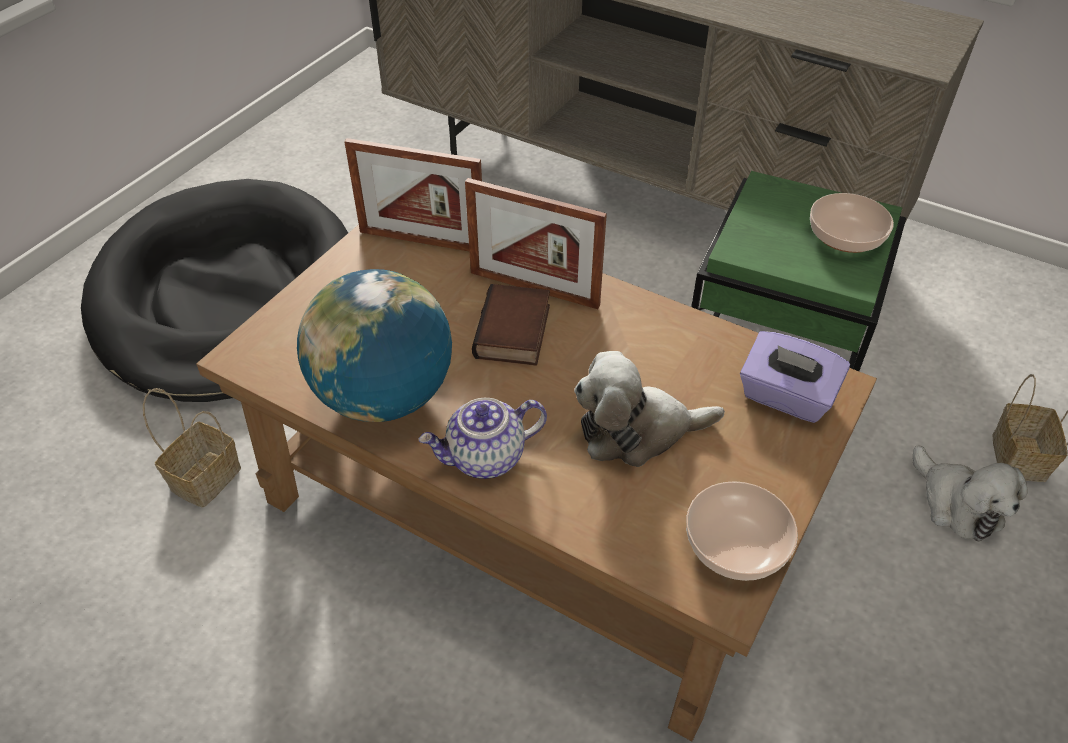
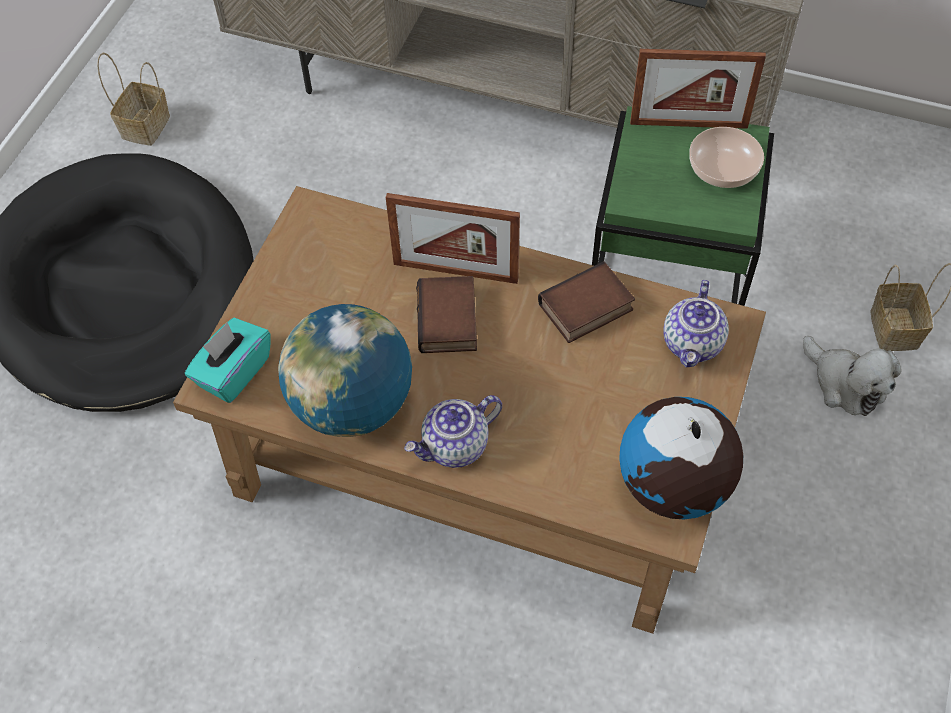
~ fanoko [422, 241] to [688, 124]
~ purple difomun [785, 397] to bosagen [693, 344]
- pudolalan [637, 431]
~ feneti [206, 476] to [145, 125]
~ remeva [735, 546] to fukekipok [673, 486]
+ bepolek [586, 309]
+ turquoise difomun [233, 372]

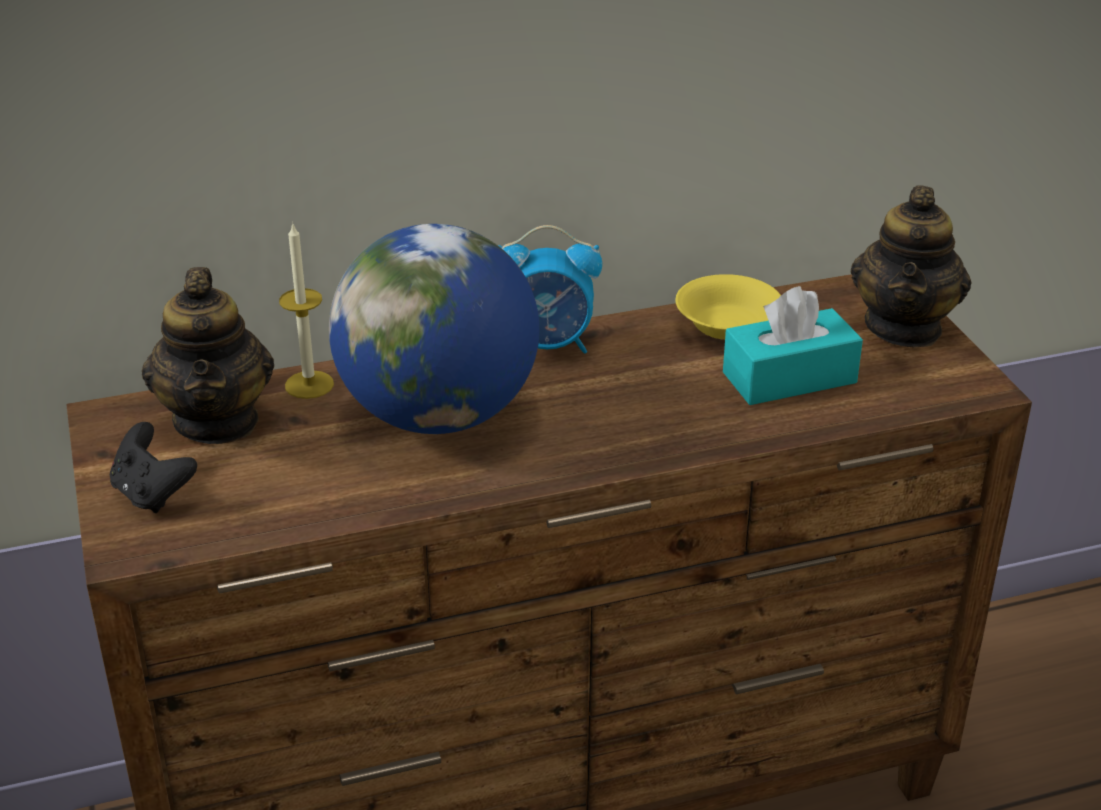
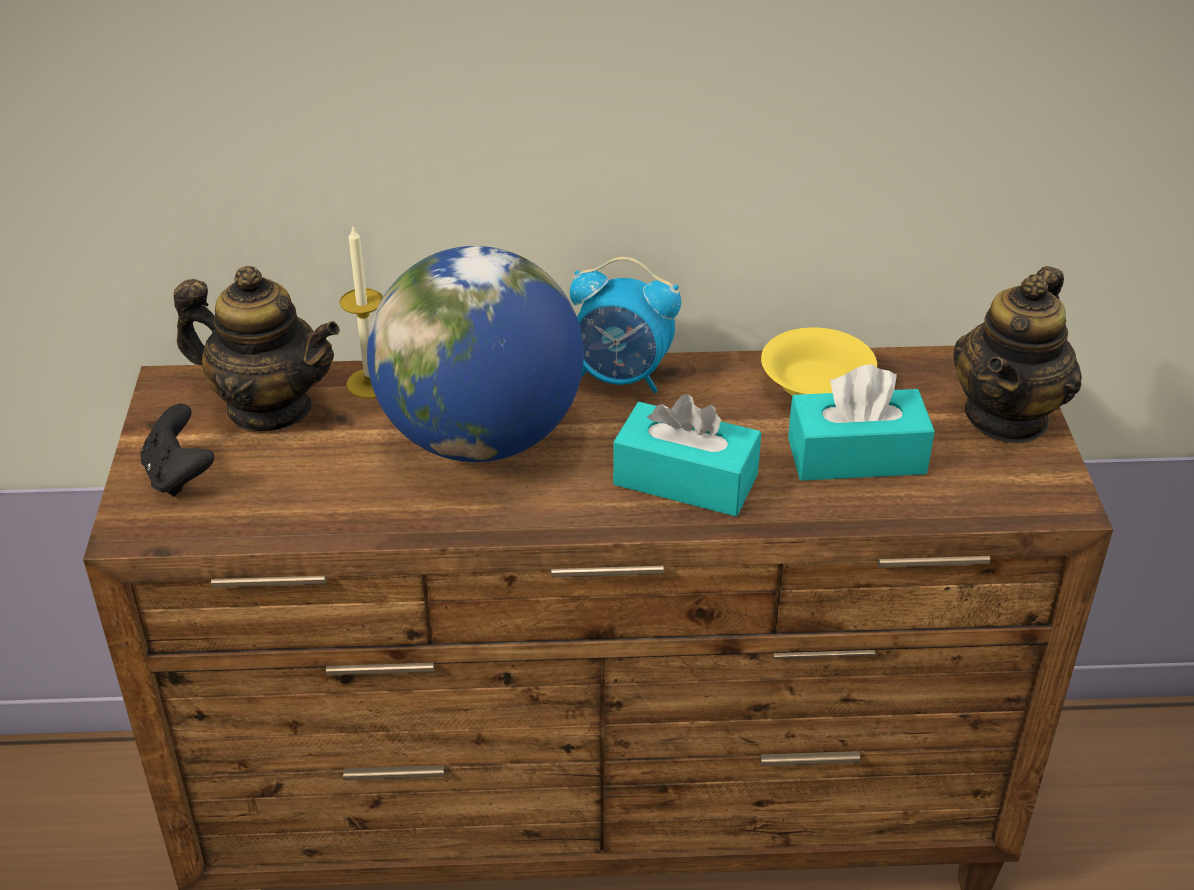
~ bosagen [217, 421] = [269, 408] 75 degrees counterclockwise
+ turquoise difomun [685, 480]

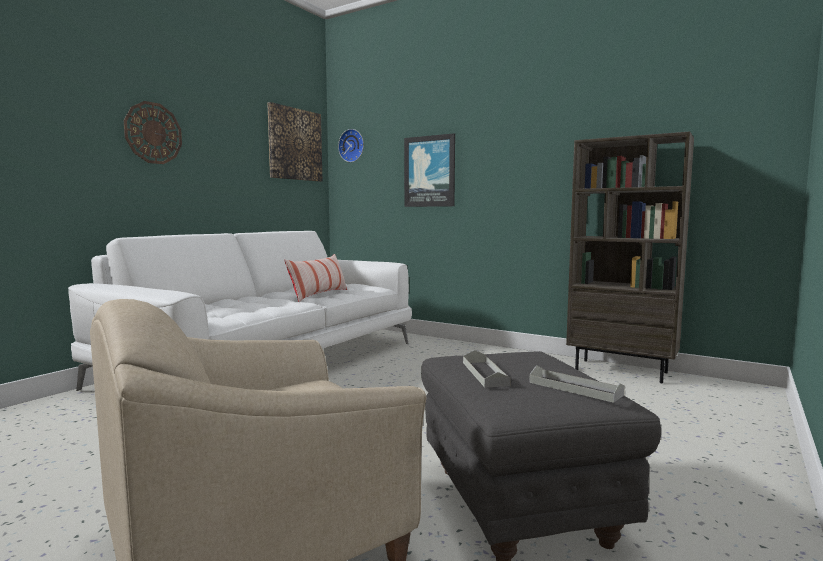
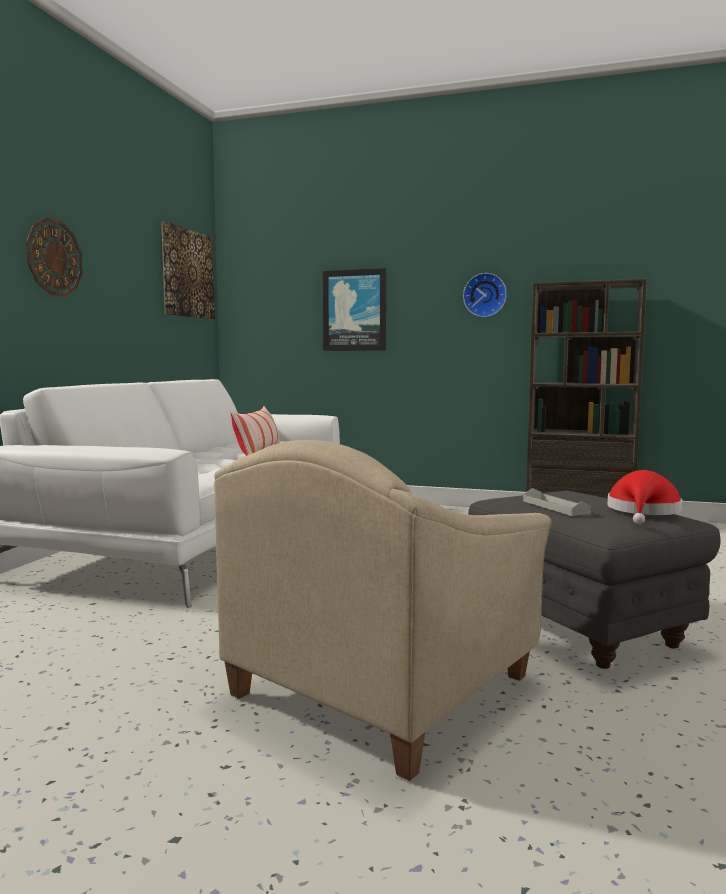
~ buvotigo [352, 146] to [485, 295]
~ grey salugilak [575, 388] to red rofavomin [643, 512]

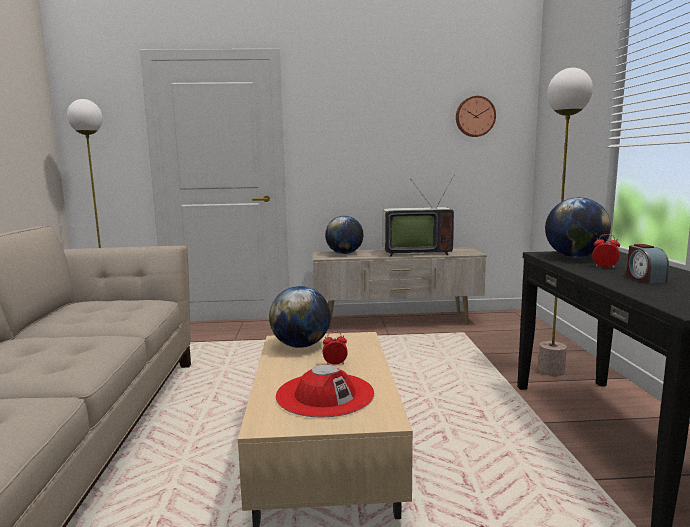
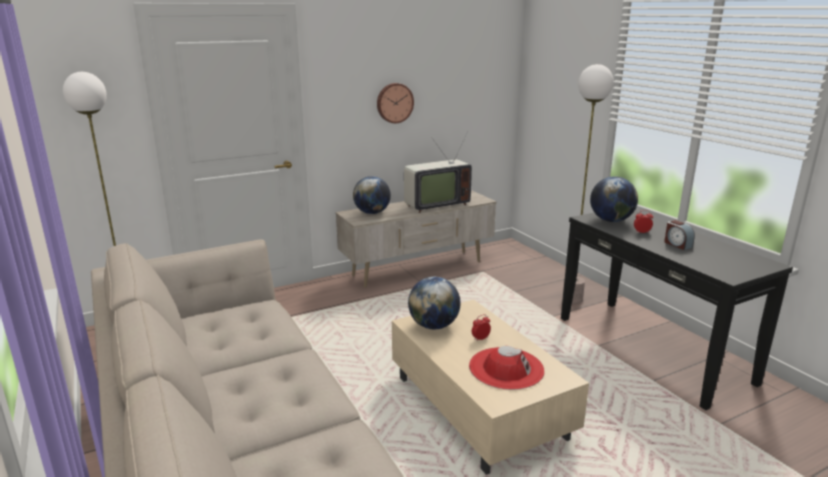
~ buvotigo [475, 116] to [394, 103]

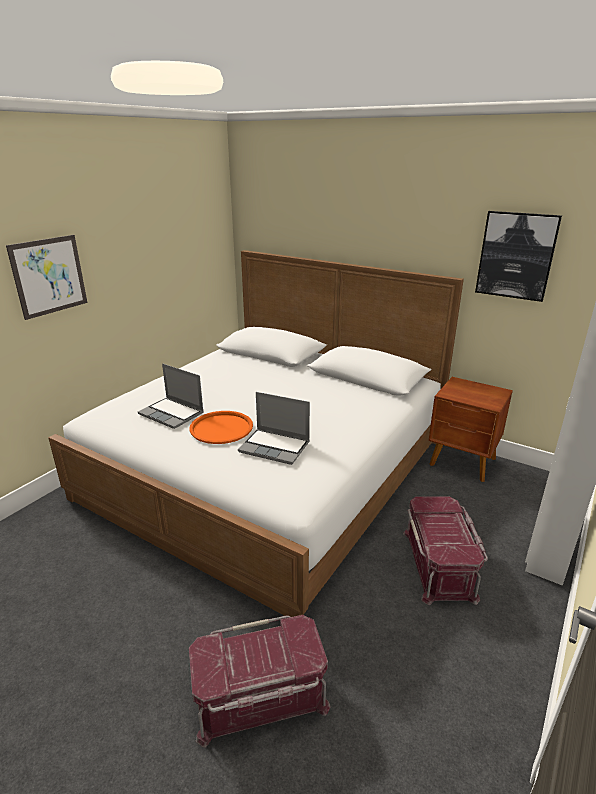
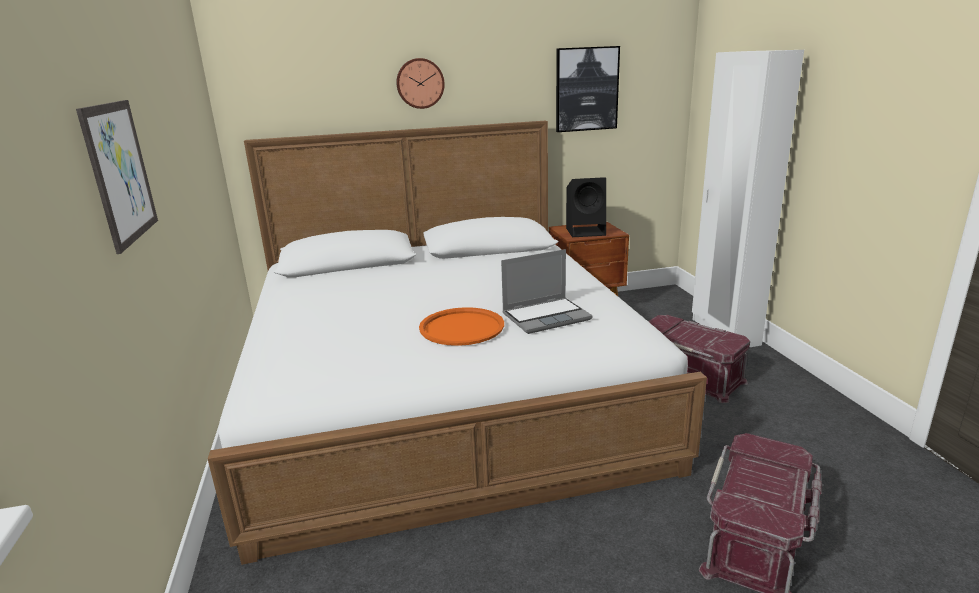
- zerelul [172, 414]
+ buvotigo [420, 83]
+ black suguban [586, 231]

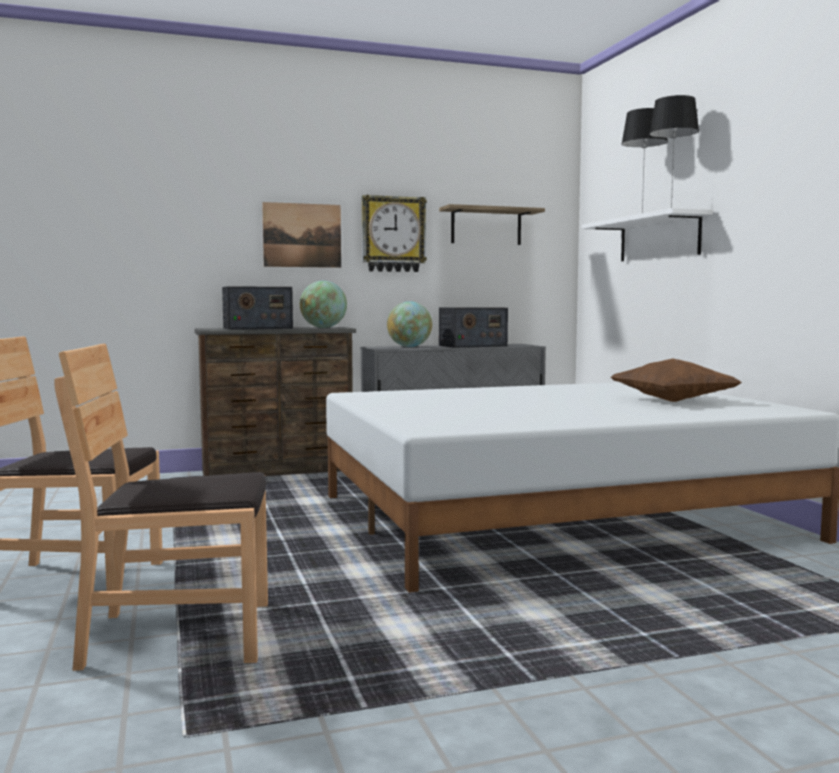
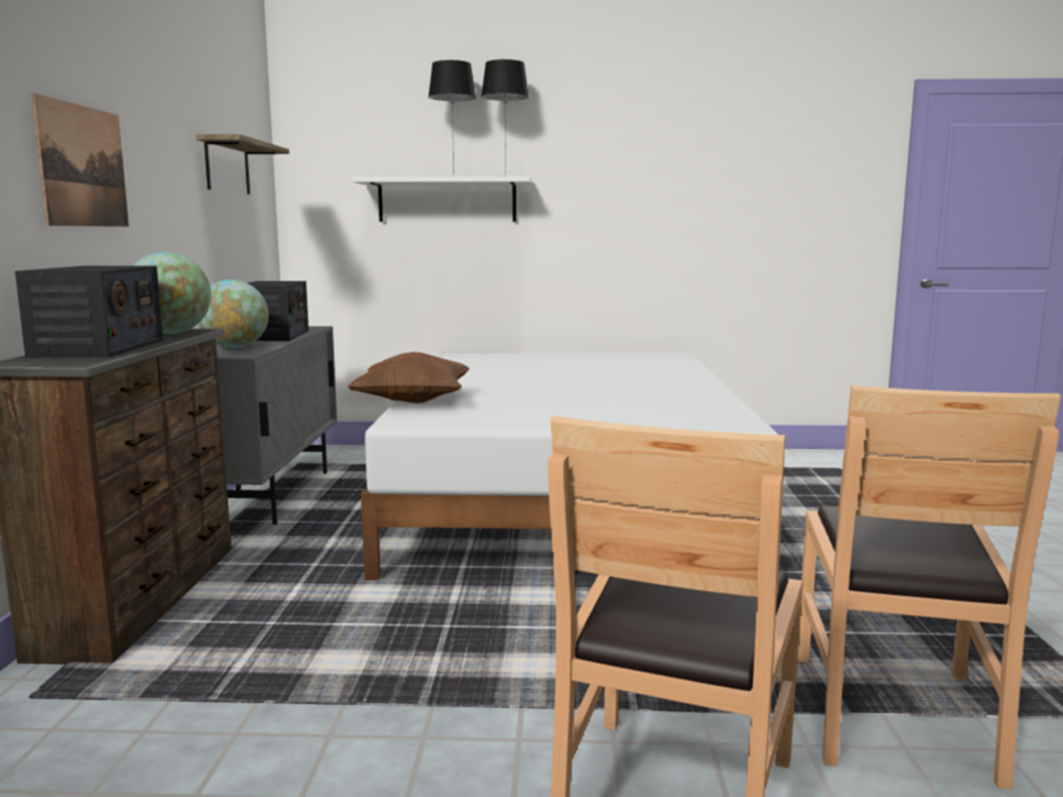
- buvotigo [393, 234]
~ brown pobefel [672, 401] to [412, 402]

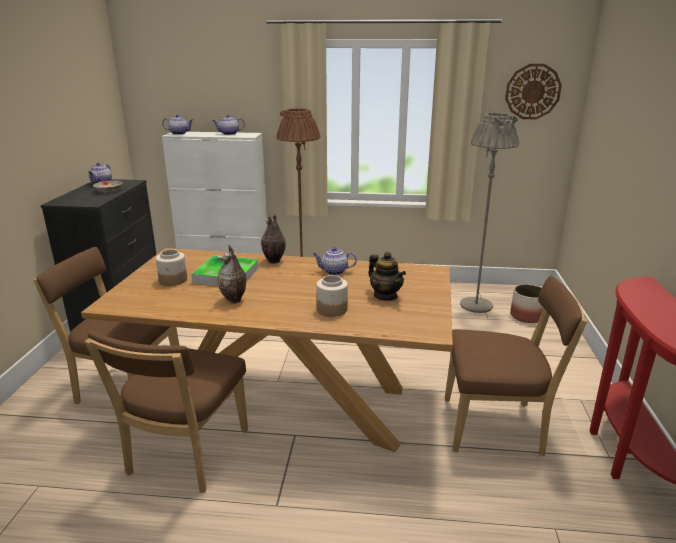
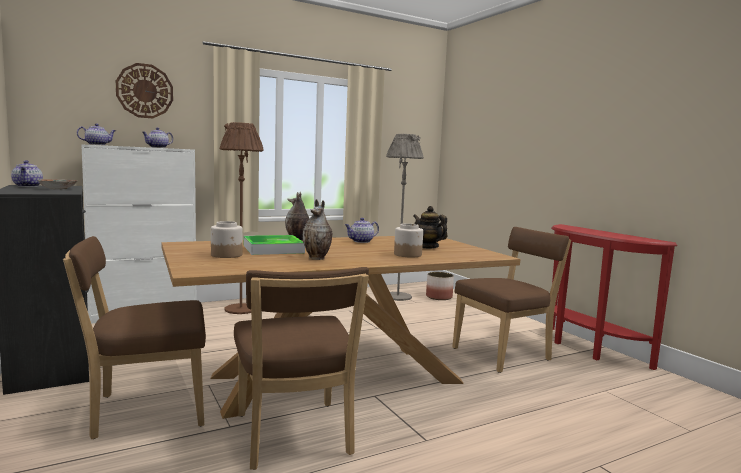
~ buvotigo [532, 91] to [145, 91]
~ bosagen [385, 296] = [428, 247] 150 degrees counterclockwise

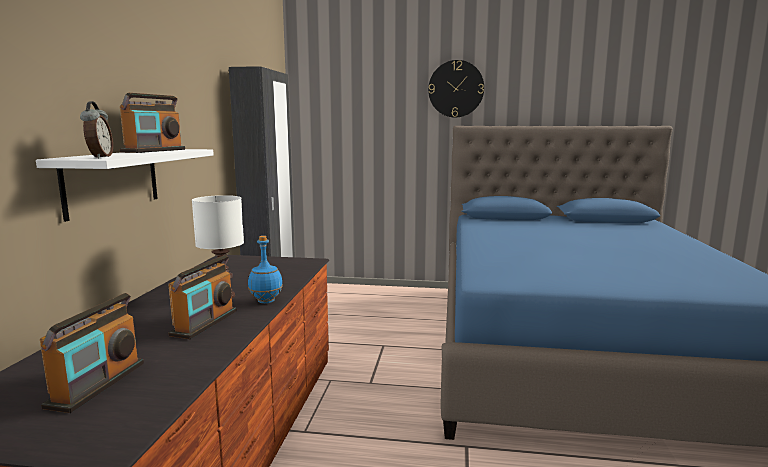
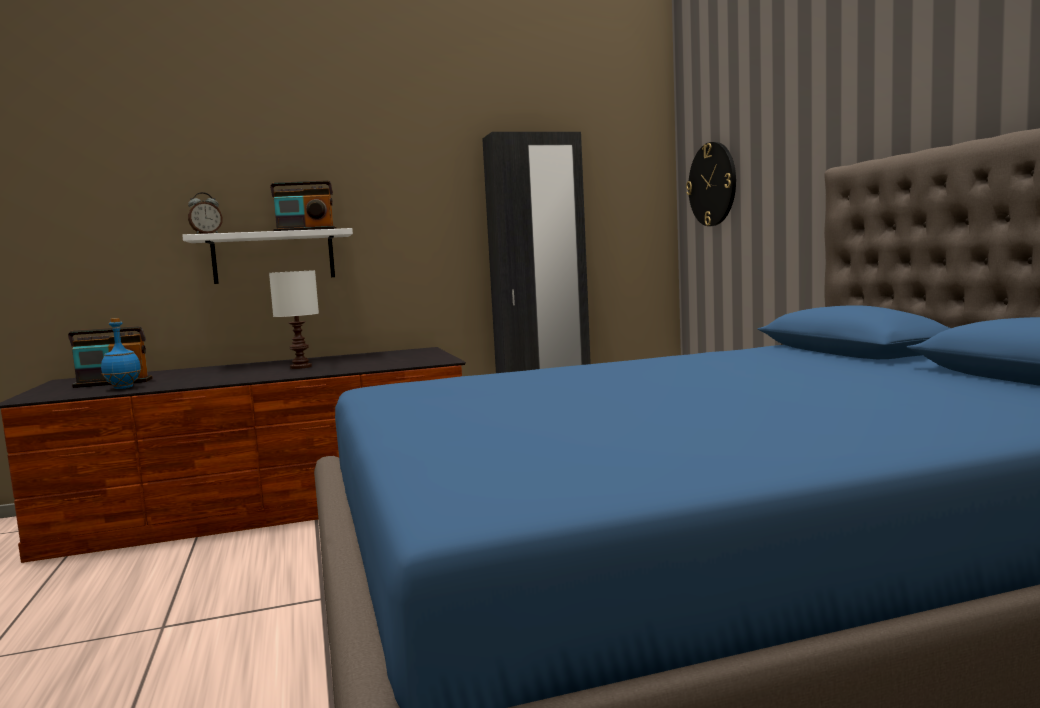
~ buvotigo [456, 89] to [712, 184]
~ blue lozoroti [266, 301] to [124, 388]
- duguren [205, 323]

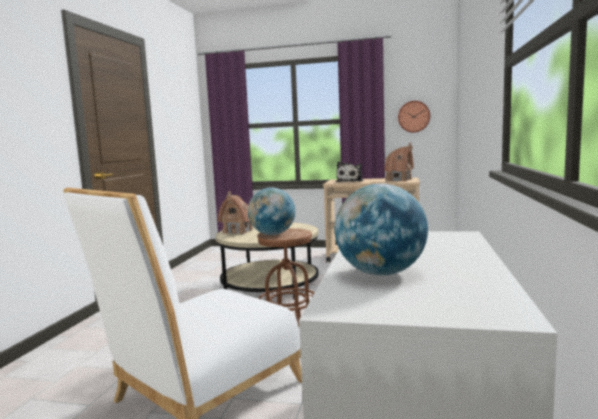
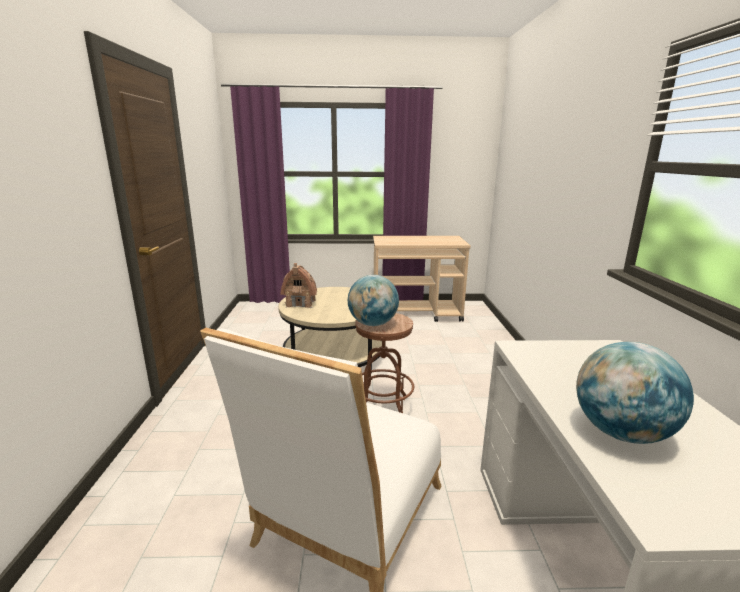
- buvotigo [413, 116]
- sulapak [399, 180]
- pudolalan [350, 181]

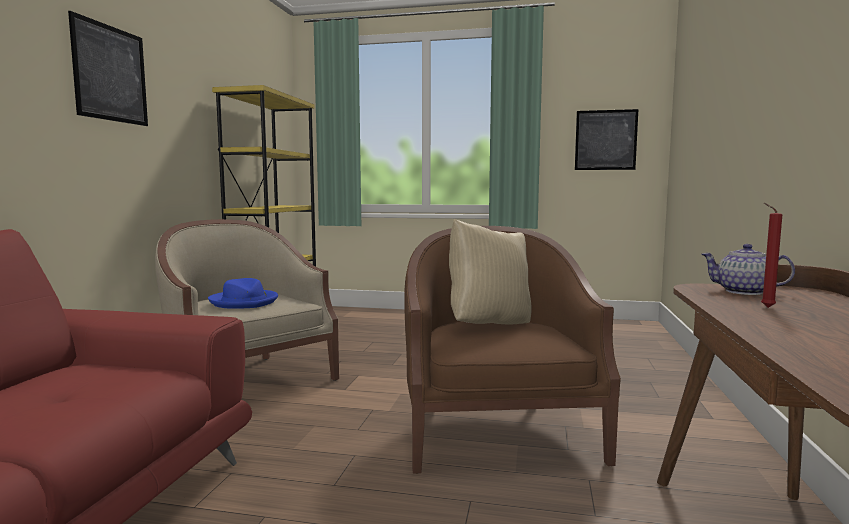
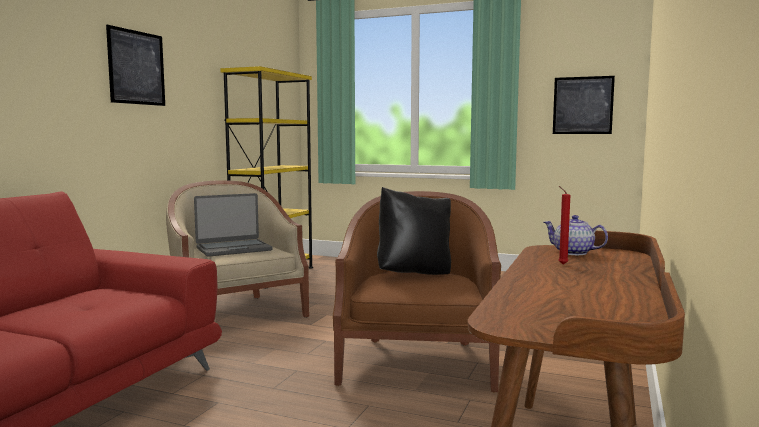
~ beige pobefel [489, 324] to black pobefel [414, 274]
~ blue rofavomin [244, 302] to zerelul [233, 249]

